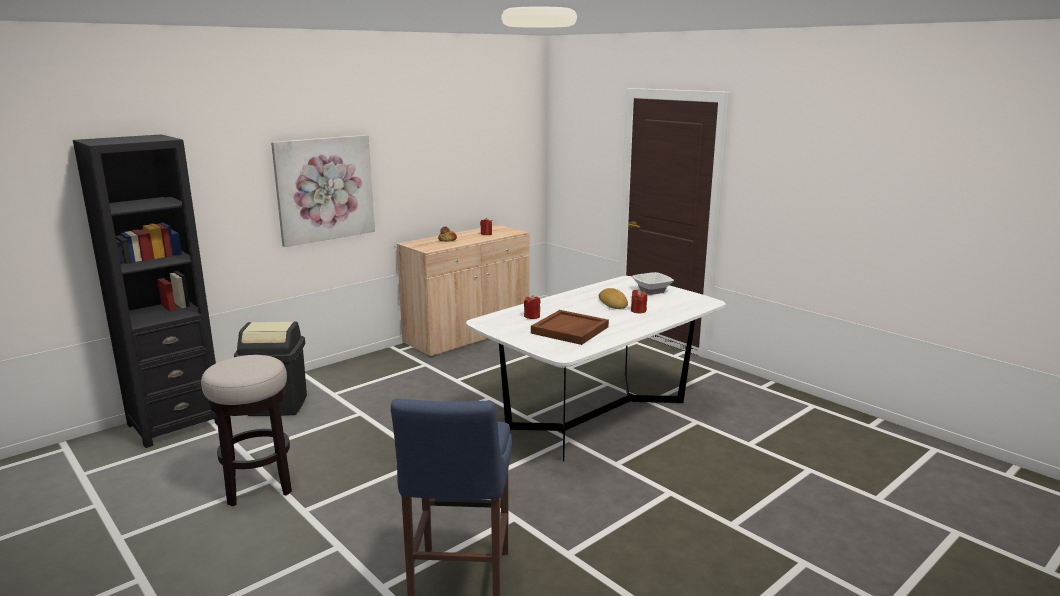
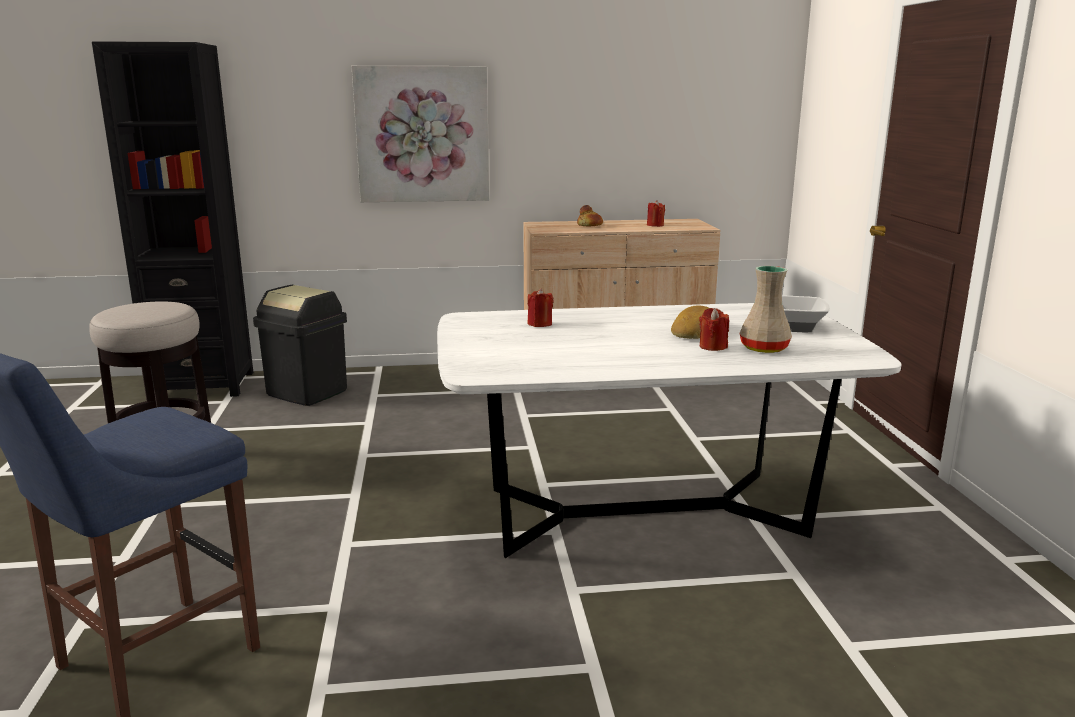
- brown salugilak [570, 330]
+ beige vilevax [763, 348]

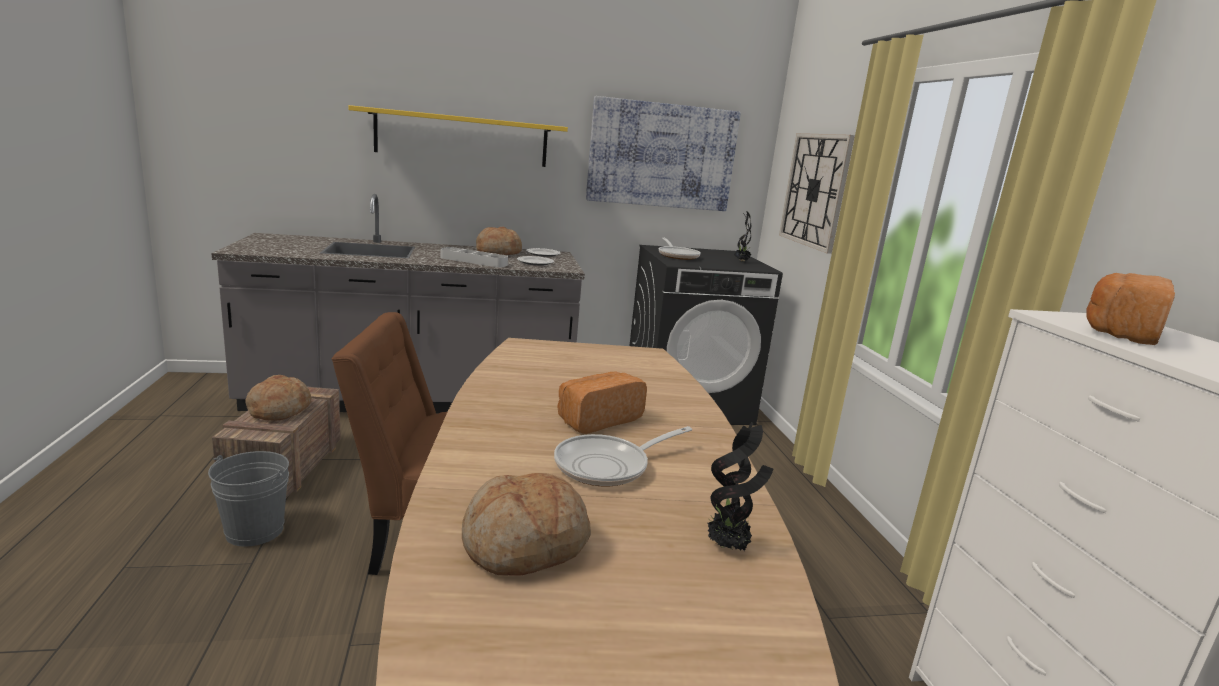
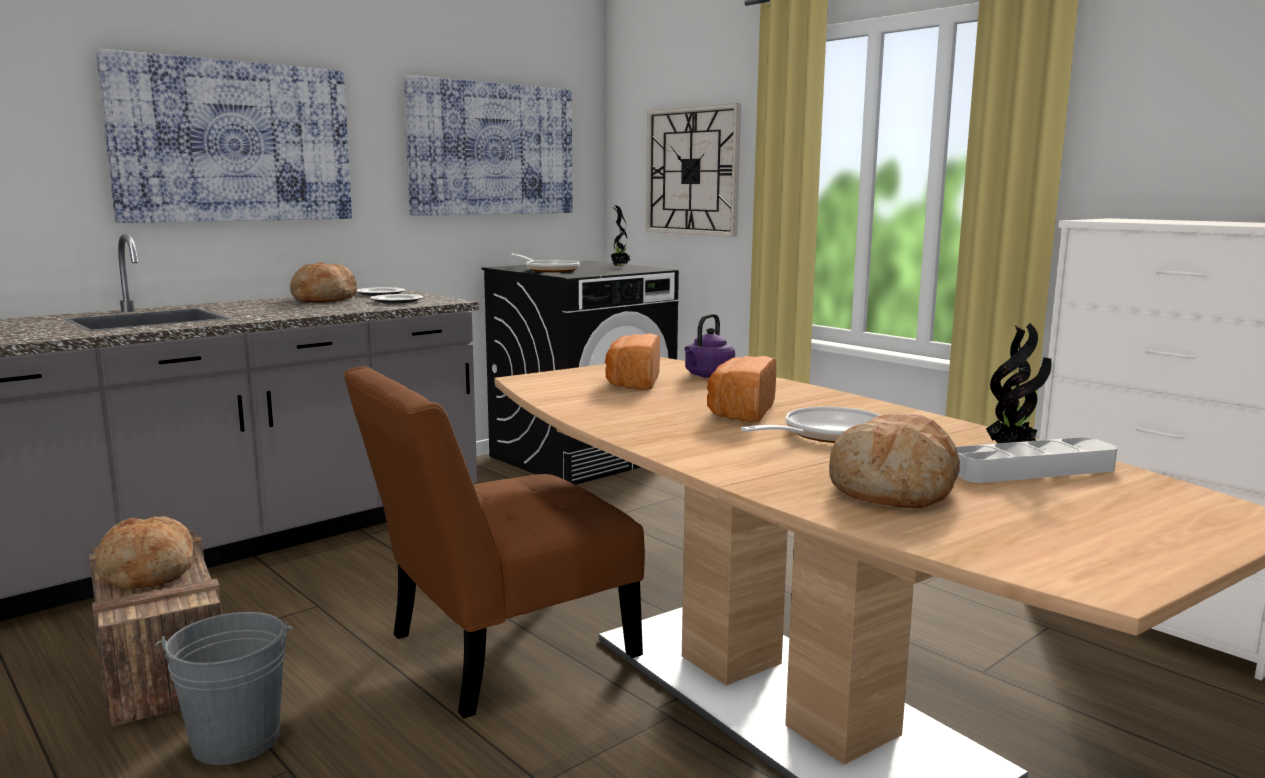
~ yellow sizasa [462, 138] to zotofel [233, 142]
~ grey salugilak [473, 261] to [1032, 470]
~ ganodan [1118, 331] to [632, 382]
~ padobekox [608, 466] = [827, 435] 150 degrees counterclockwise
+ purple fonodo [708, 375]

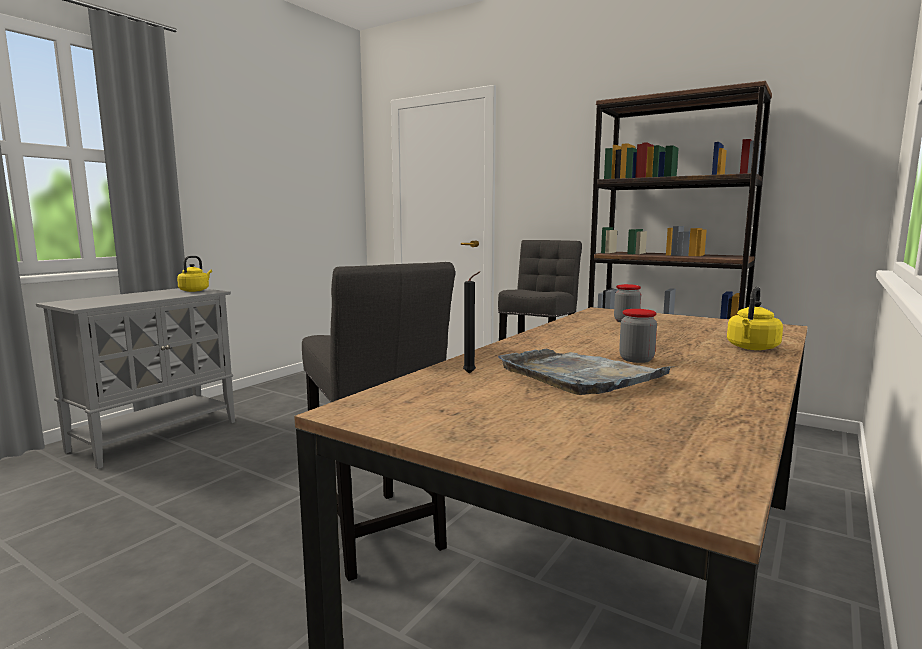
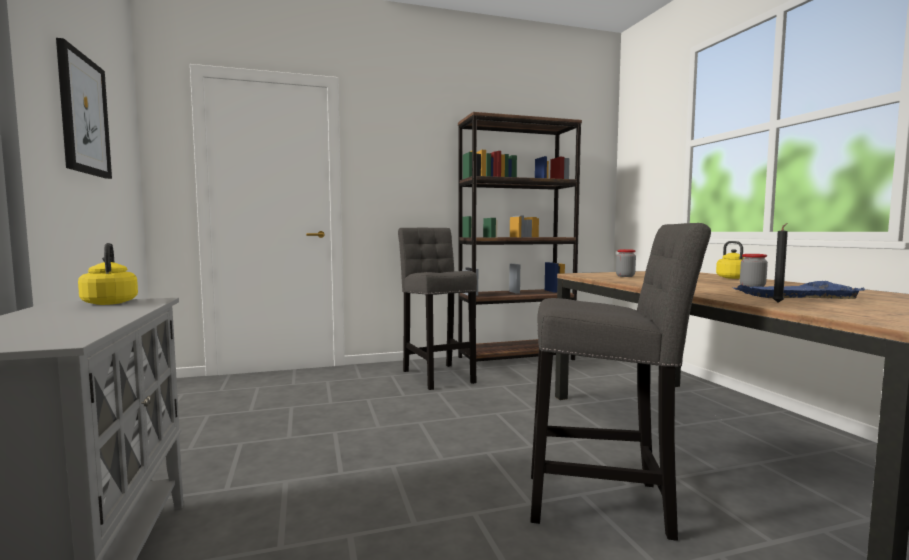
~ grey salugilak [580, 375] to blue salugilak [794, 294]
+ zotofel [83, 115]

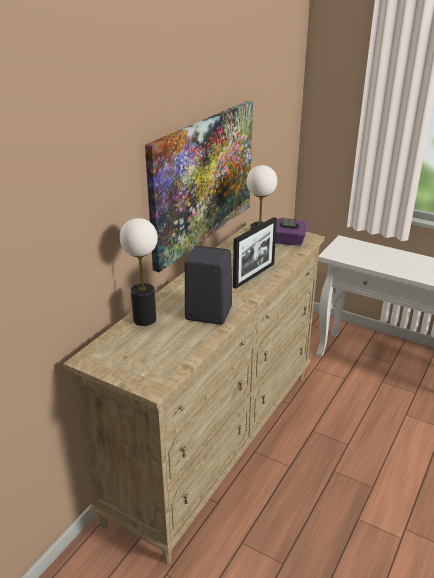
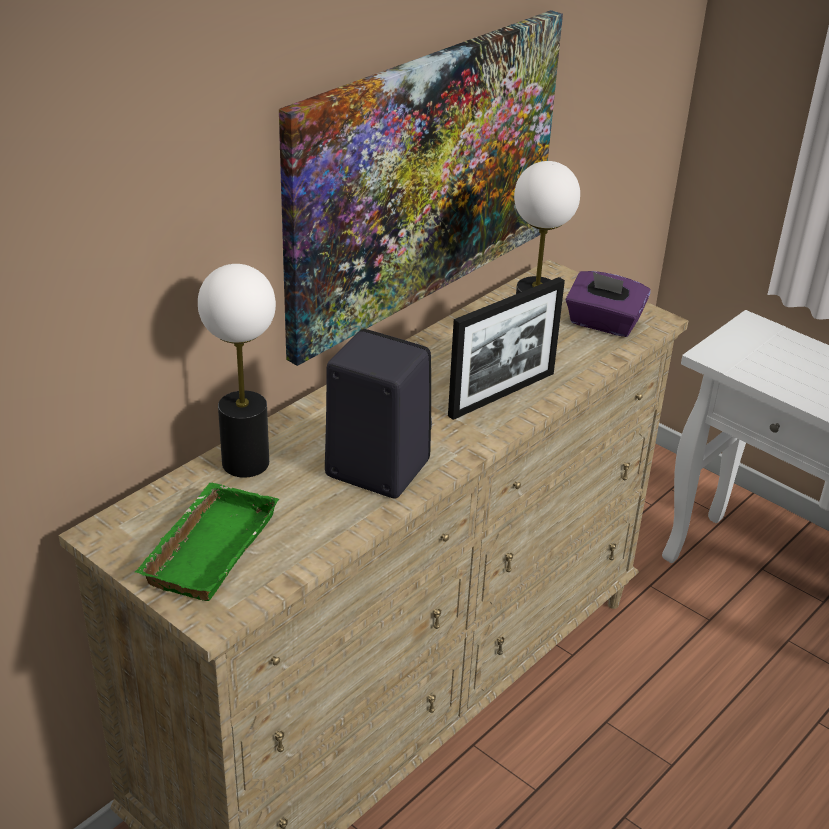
+ green salugilak [208, 547]

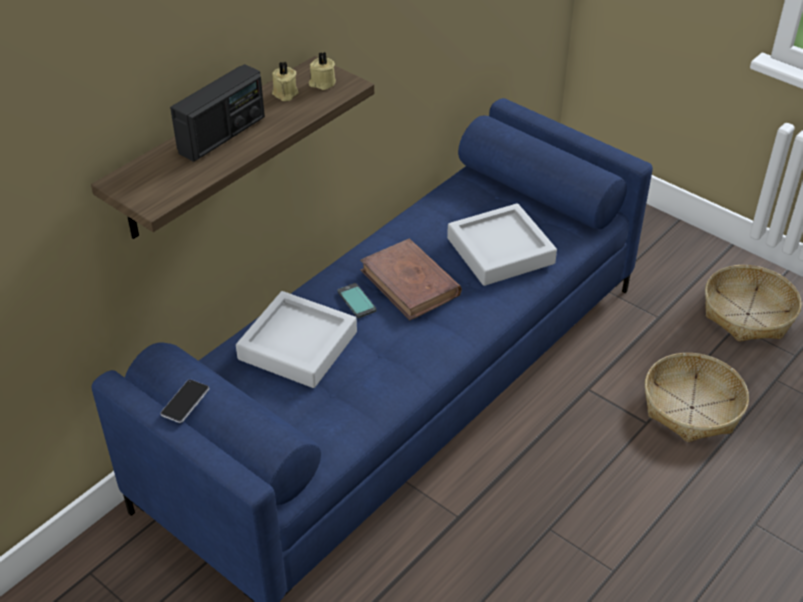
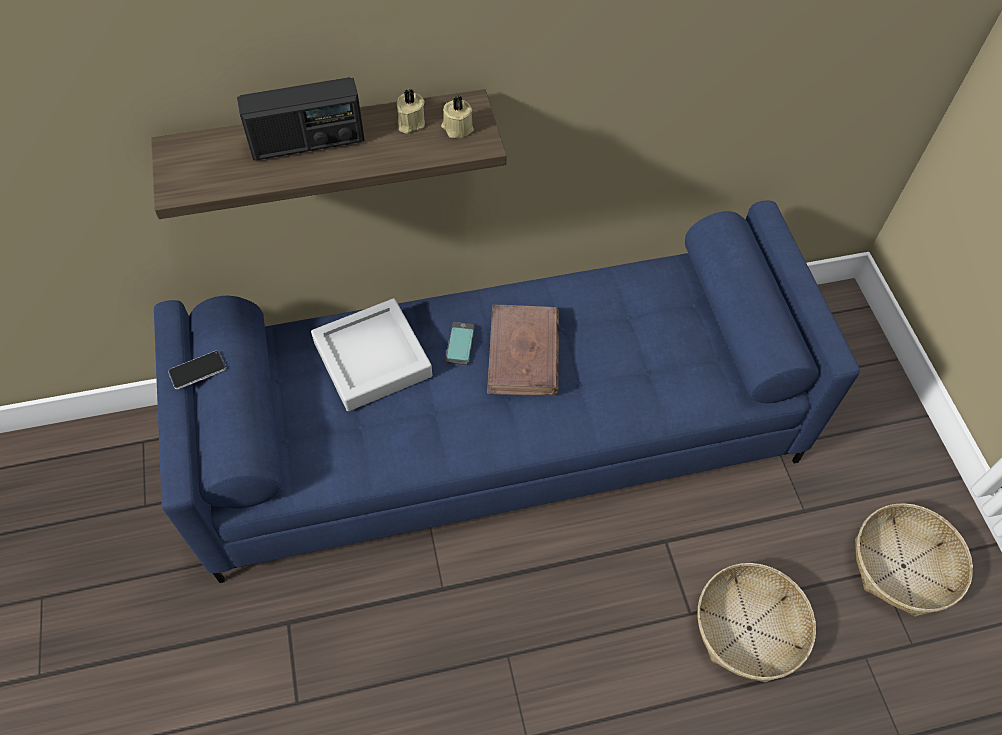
- grey salugilak [500, 251]

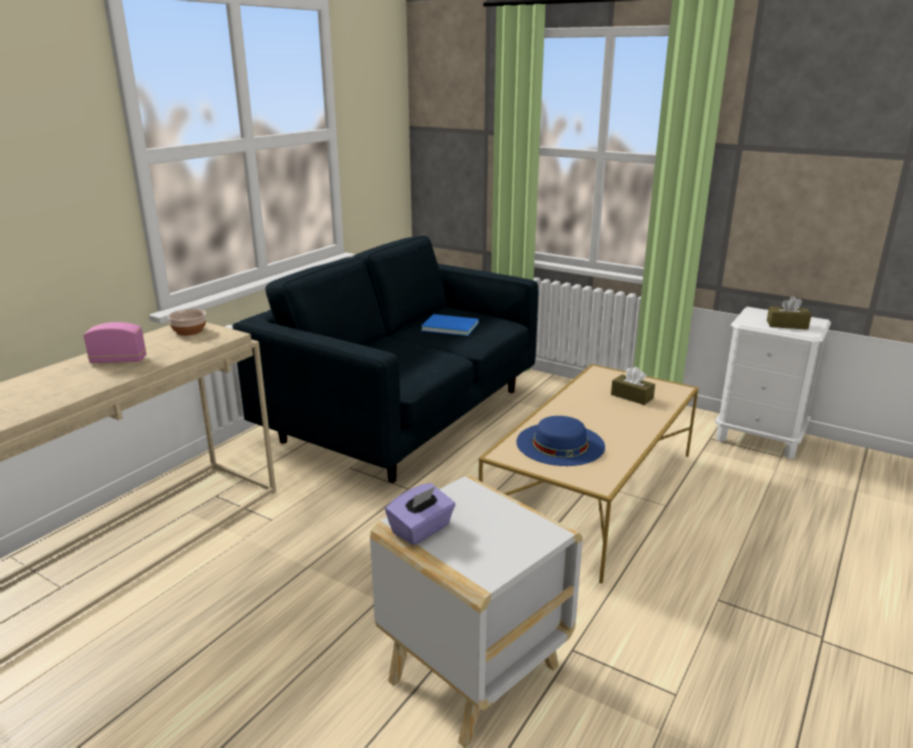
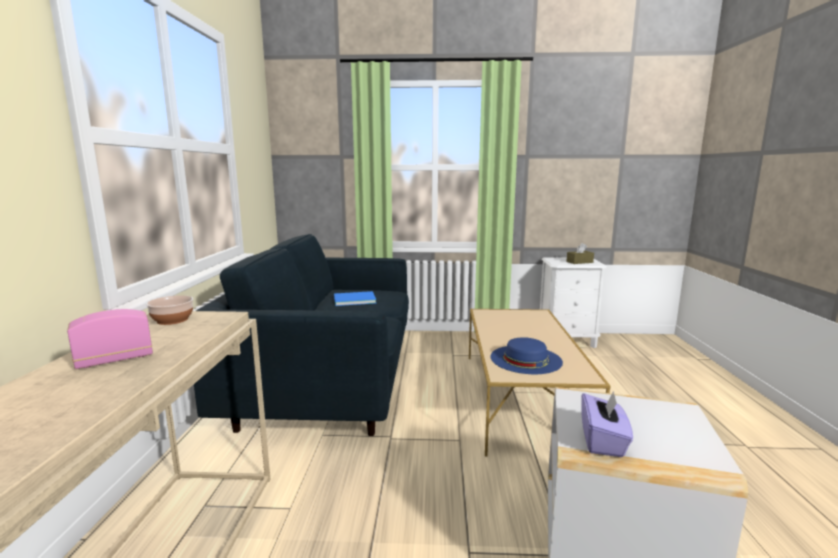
- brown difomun [632, 396]

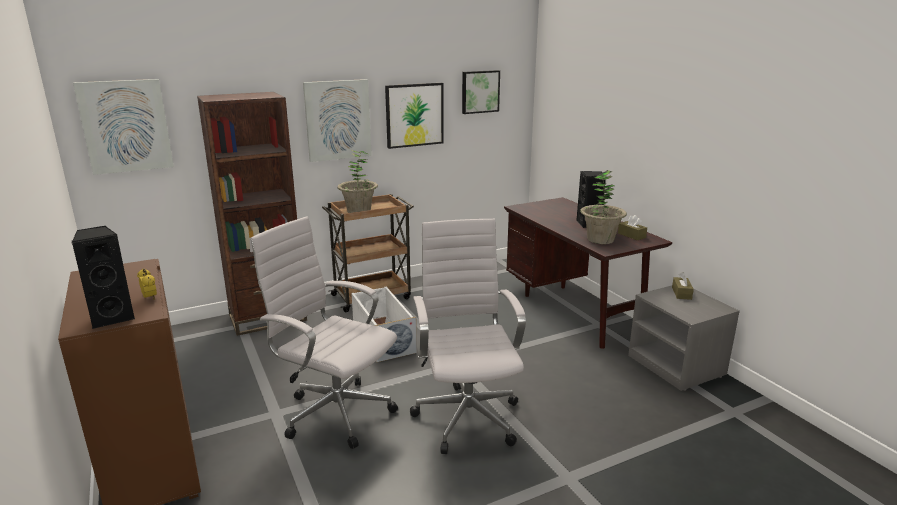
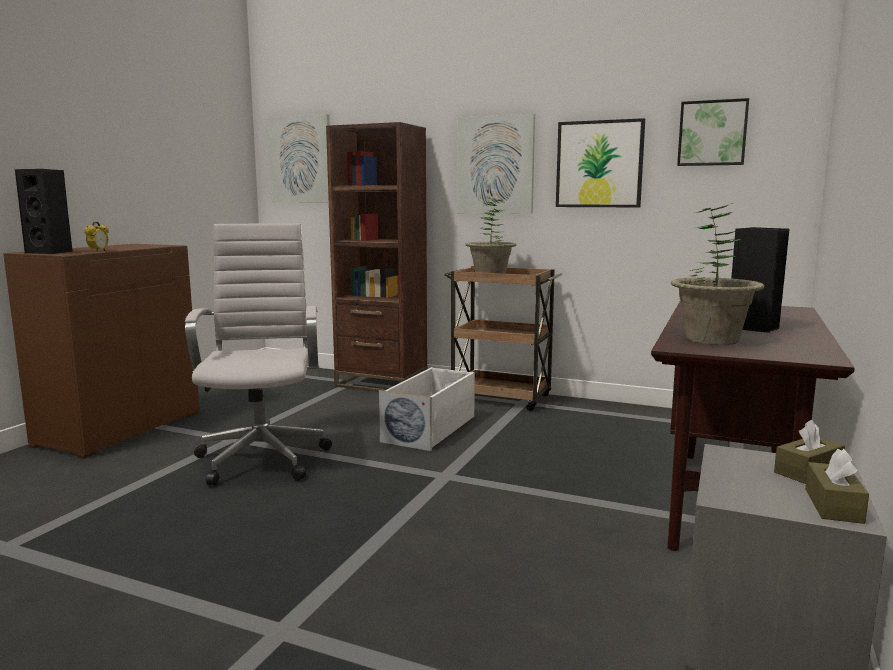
~ brown difomun [631, 235] to [833, 505]
- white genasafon [466, 415]

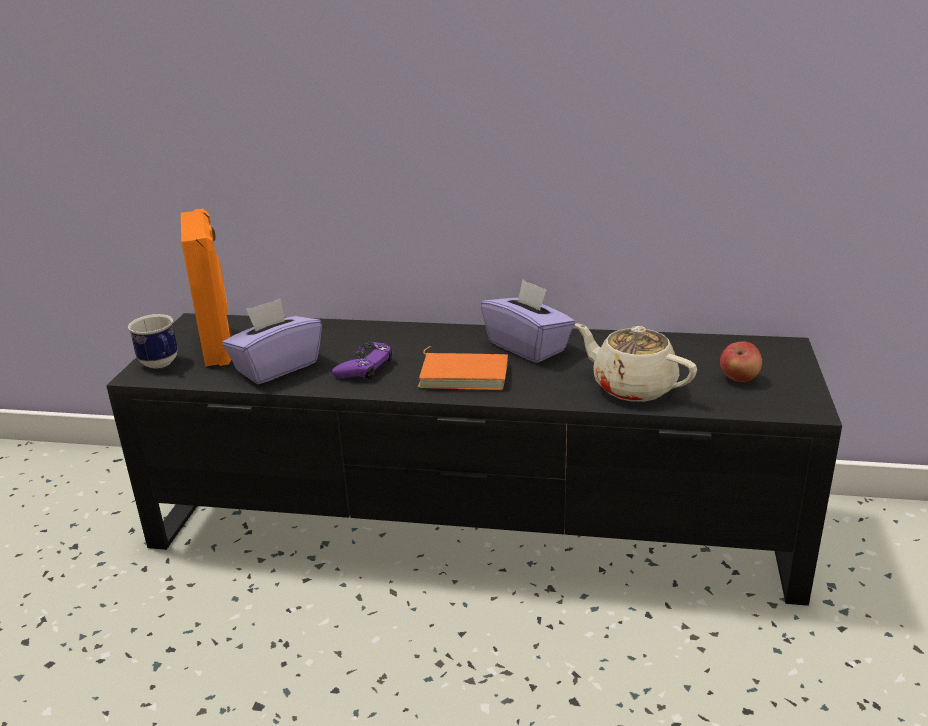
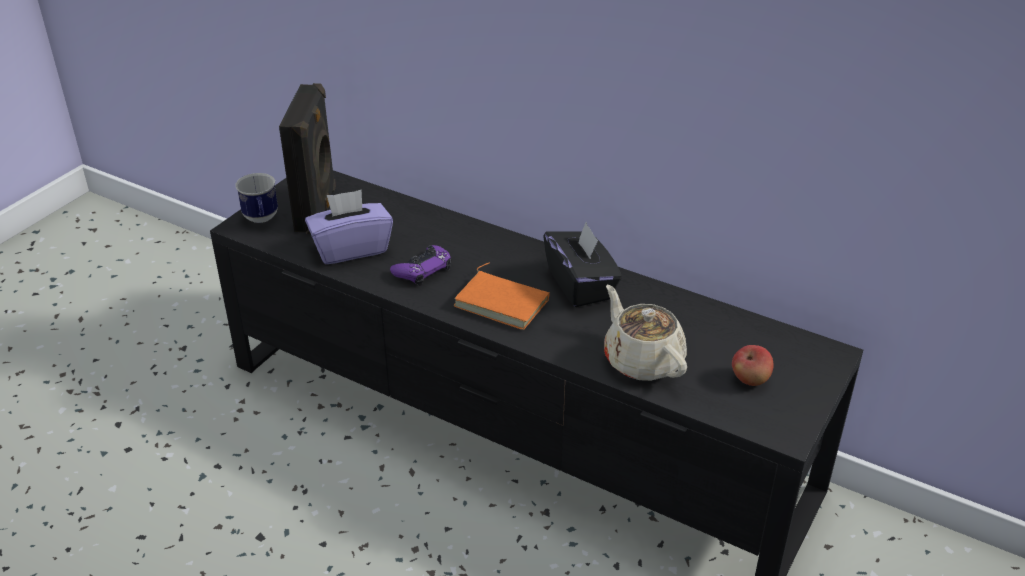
~ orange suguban [219, 345] to black suguban [317, 209]
~ purple difomun [528, 346] to black difomun [581, 285]

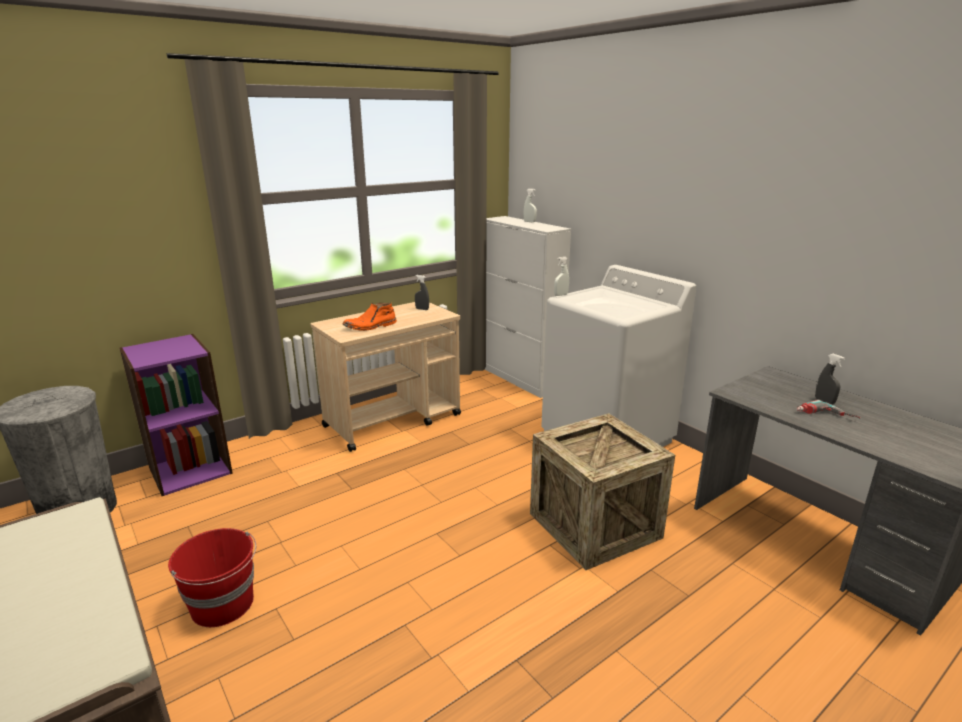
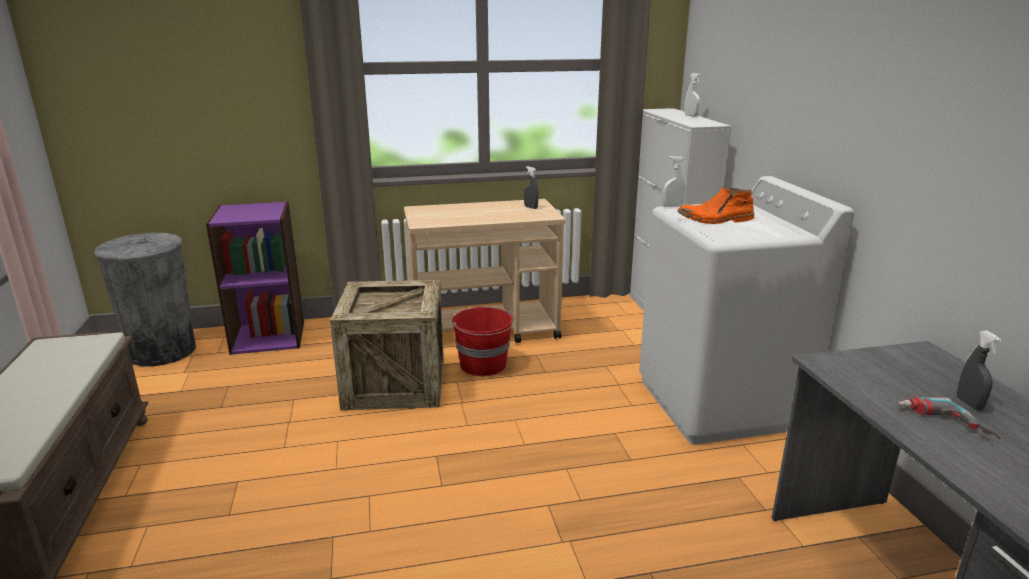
~ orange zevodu [370, 326] to [715, 220]
~ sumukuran [594, 525] to [395, 383]
~ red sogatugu [223, 604] to [484, 365]

